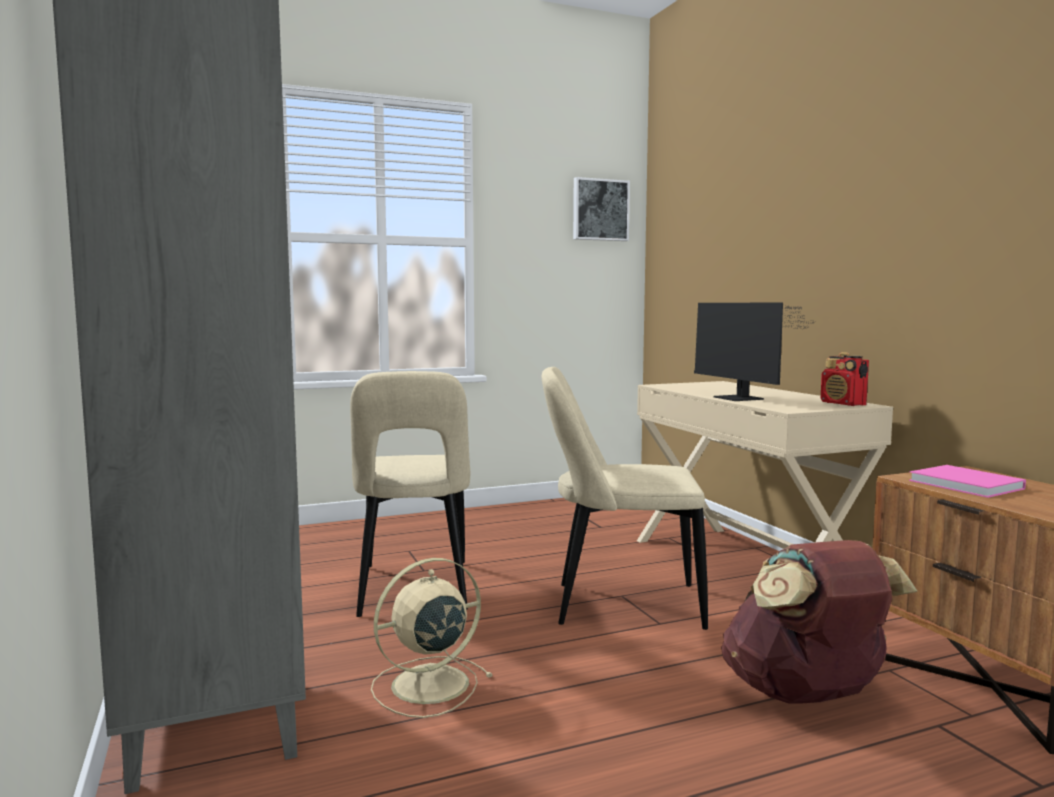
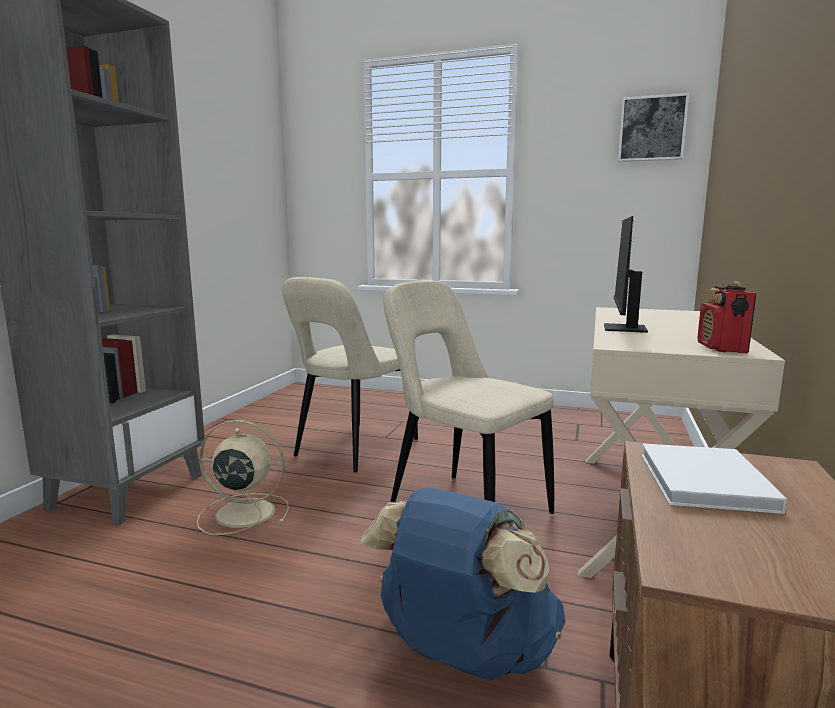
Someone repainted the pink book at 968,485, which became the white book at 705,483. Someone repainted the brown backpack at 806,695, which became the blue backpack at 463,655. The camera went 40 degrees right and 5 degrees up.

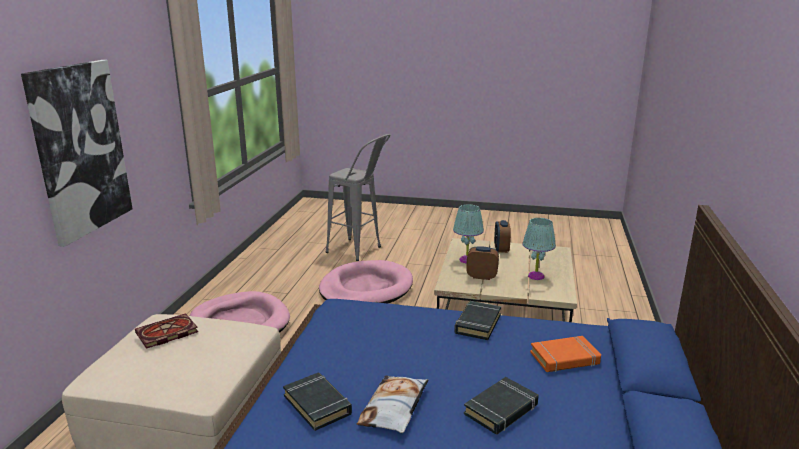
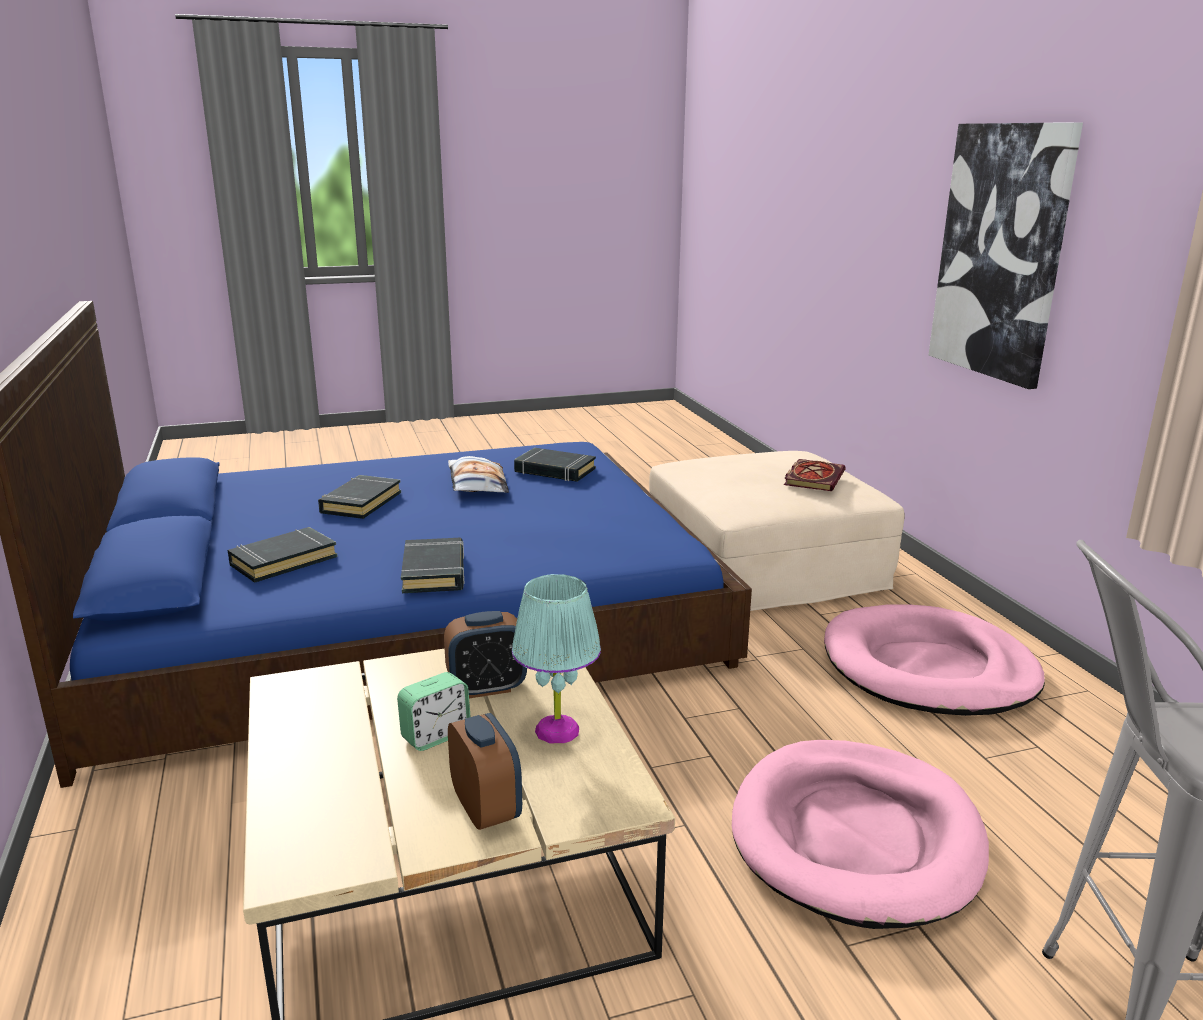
Someone took away the turquoise table lamp at 536,276. Someone repainted the orange book at 565,358, which became the black book at 283,561. Someone put down the alarm clock at 436,736. The camera went 150 degrees right and 0 degrees up.

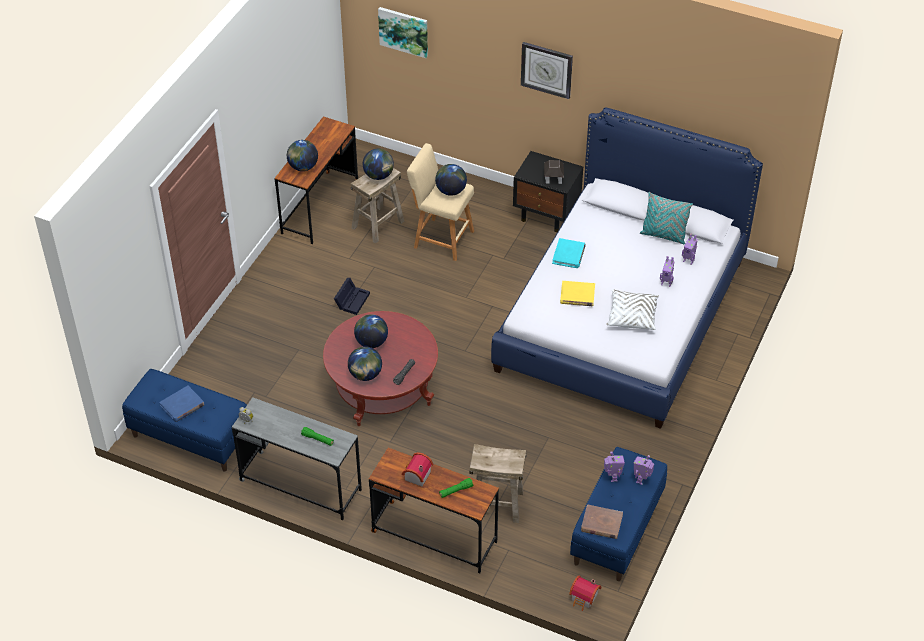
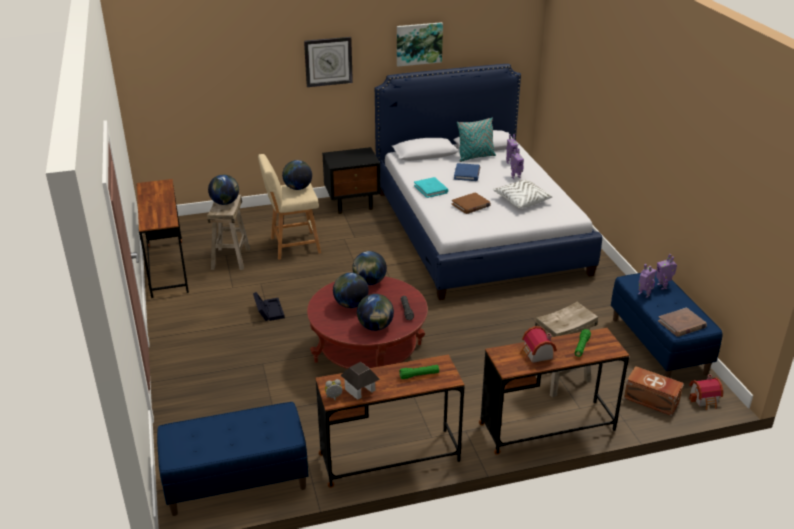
Someone carried the picture from 404,31 to 419,43. Someone carried the globe from 303,167 to 369,282. Someone carried the toy house from 553,178 to 360,390. Someone repainted the yellow book at 577,295, which became the brown book at 471,205. Someone carried the blue book from 182,405 to 467,174. Someone repainted the grey desk at 300,485, which became the brown desk at 389,458. Someone put down the brown storage box at 651,400. The camera went 40 degrees left and 15 degrees down.

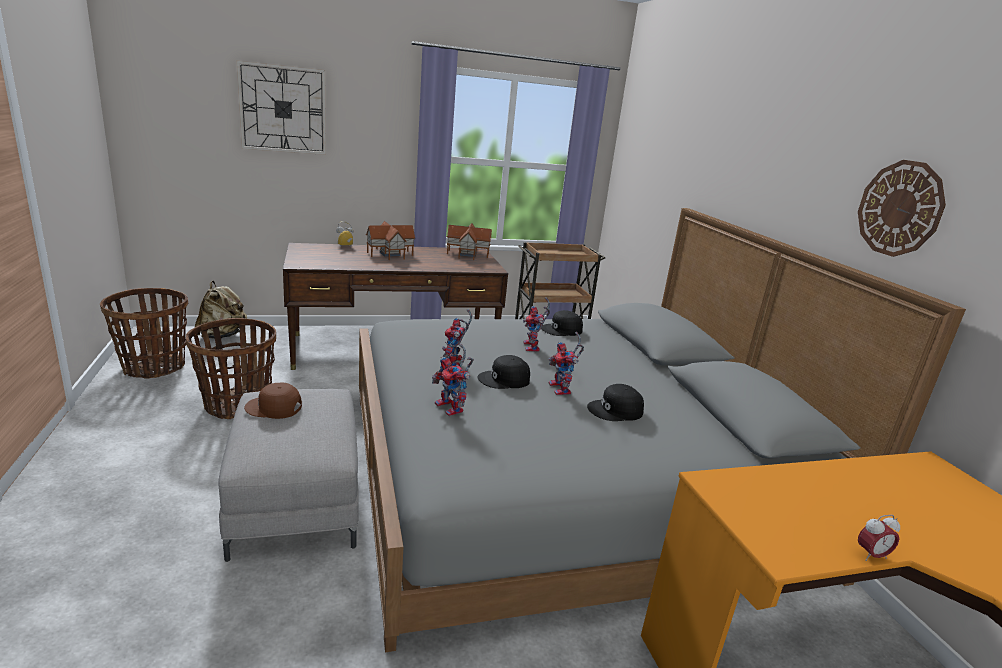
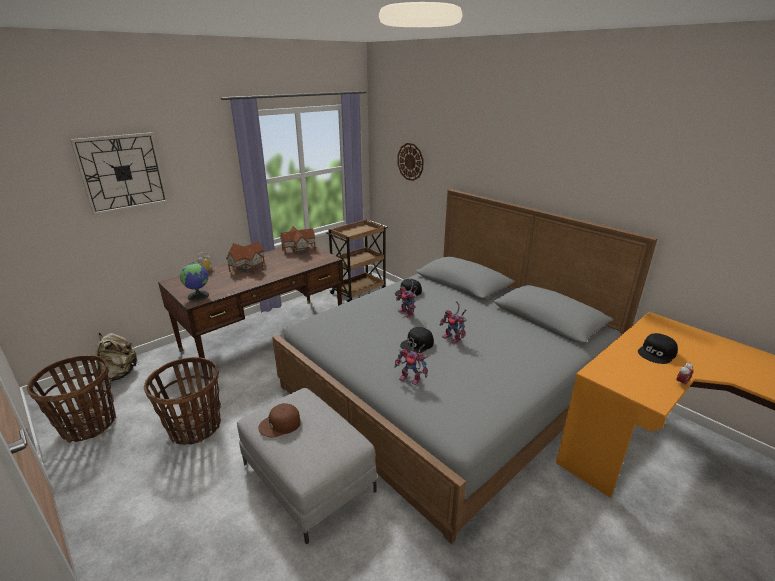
Someone carried the wall clock from 900,208 to 410,161. Someone took away the toy robot at 454,364. Someone carried the black cap from 615,410 to 657,353. Someone put down the globe at 199,296. The camera went 25 degrees left and 5 degrees up.

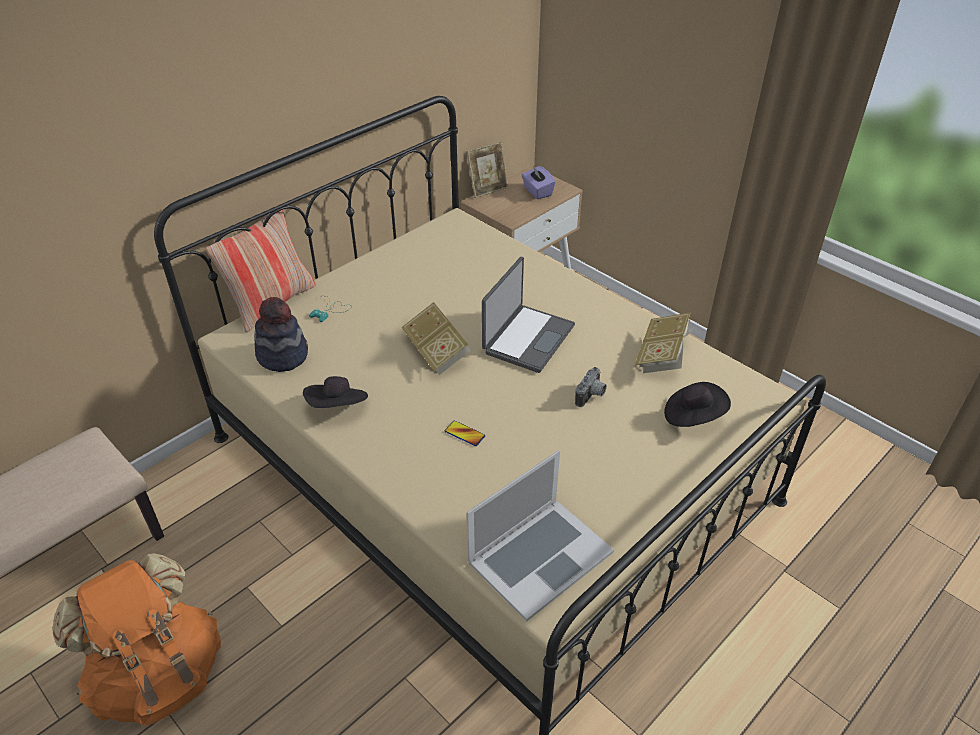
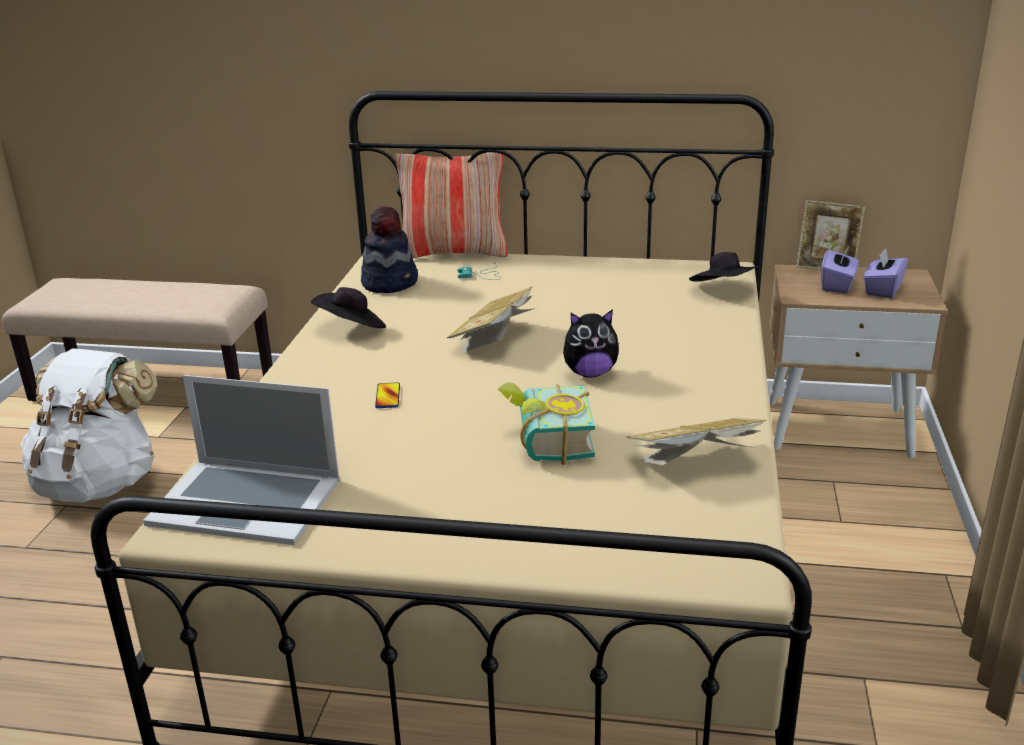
Someone swapped the laptop at 527,339 for the plush toy at 590,373. Someone swapped the photo camera at 591,396 for the book at 546,443. Someone carried the black hat from 693,416 to 723,290. Someone repainted the orange backpack at 159,674, which became the white backpack at 100,483. Someone put down the purple tissue box at 837,285. The camera went 55 degrees right and 15 degrees down.

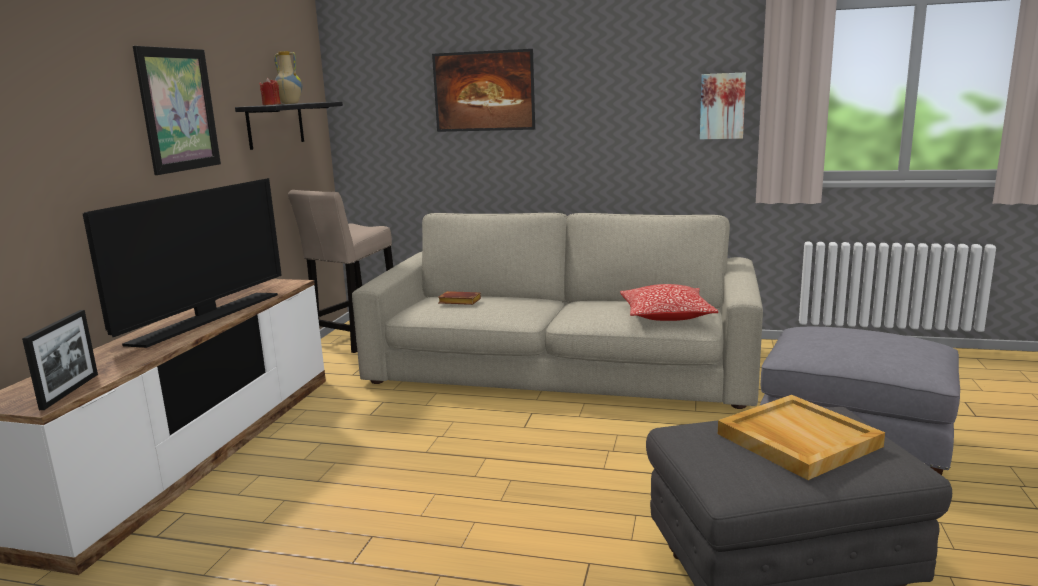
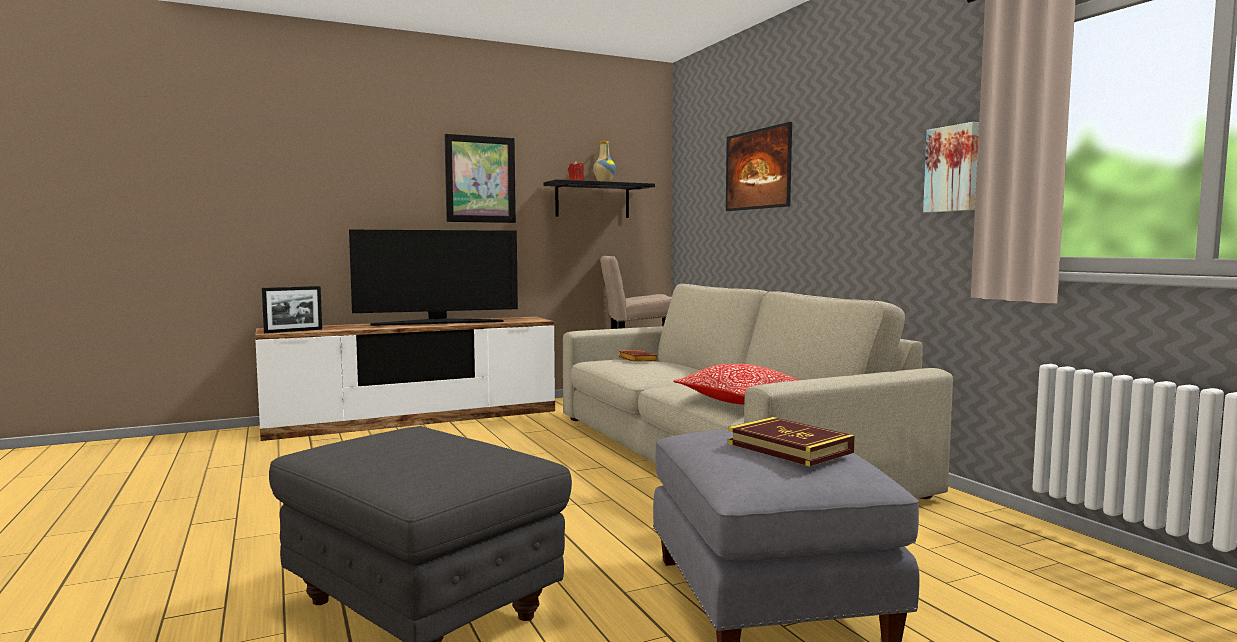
Someone took away the beige tray at 796,440. Someone put down the book at 789,448. The camera went 50 degrees right and 10 degrees down.

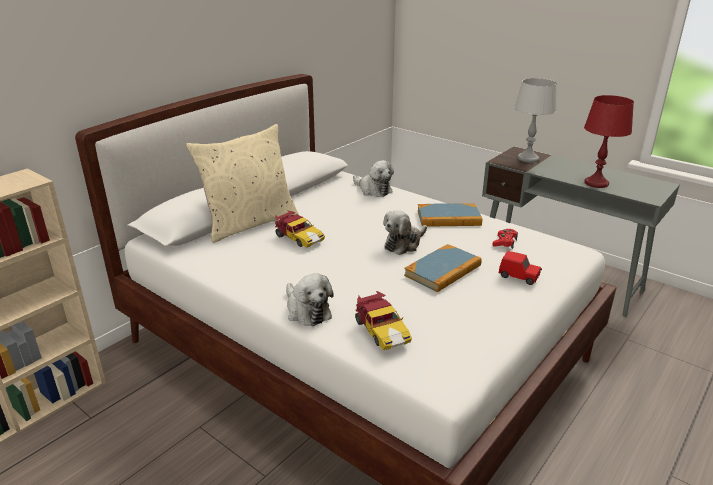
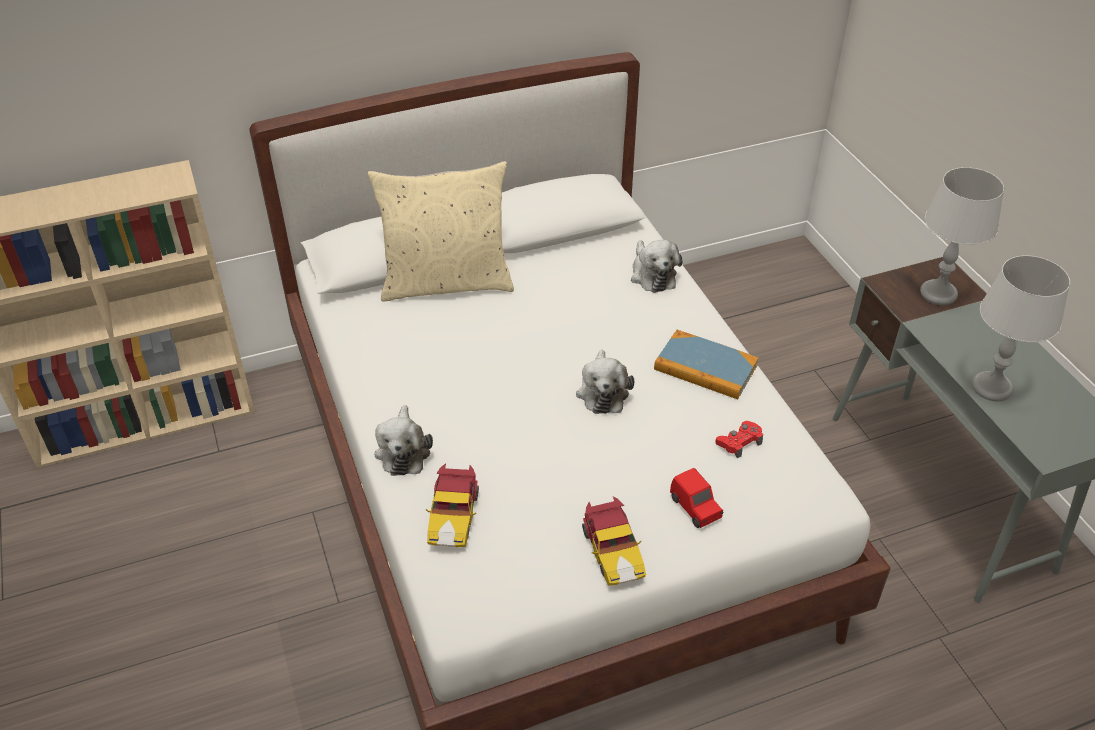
Someone repainted the red table lamp at 596,183, which became the grey table lamp at 992,388. Someone rotated the plush toy at 404,244 by 75 degrees counterclockwise. Someone carried the toy car from 298,238 to 612,551. Someone took away the book at 443,271. The camera went 30 degrees right and 15 degrees up.

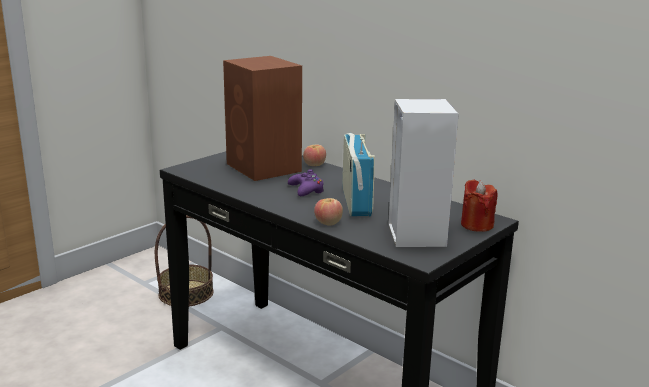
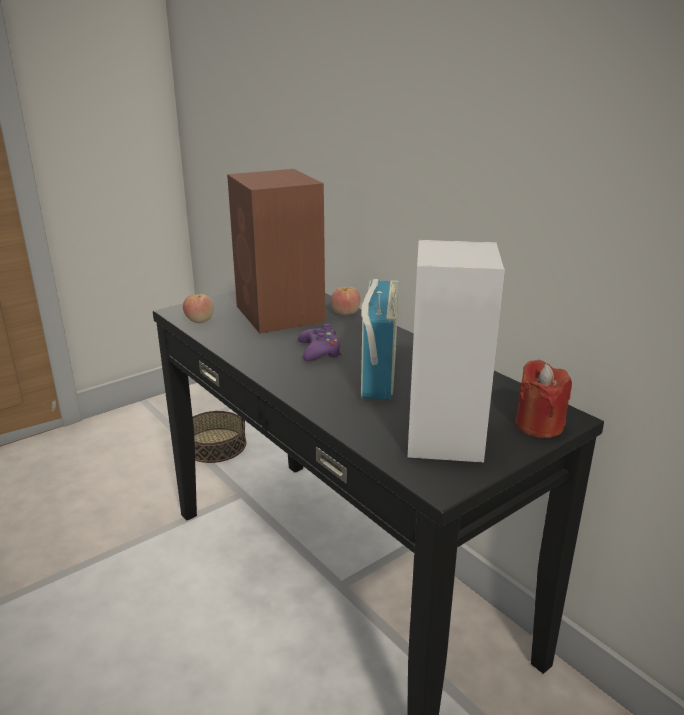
Someone carried the apple from 328,223 to 199,320. The camera went 10 degrees right and 5 degrees up.

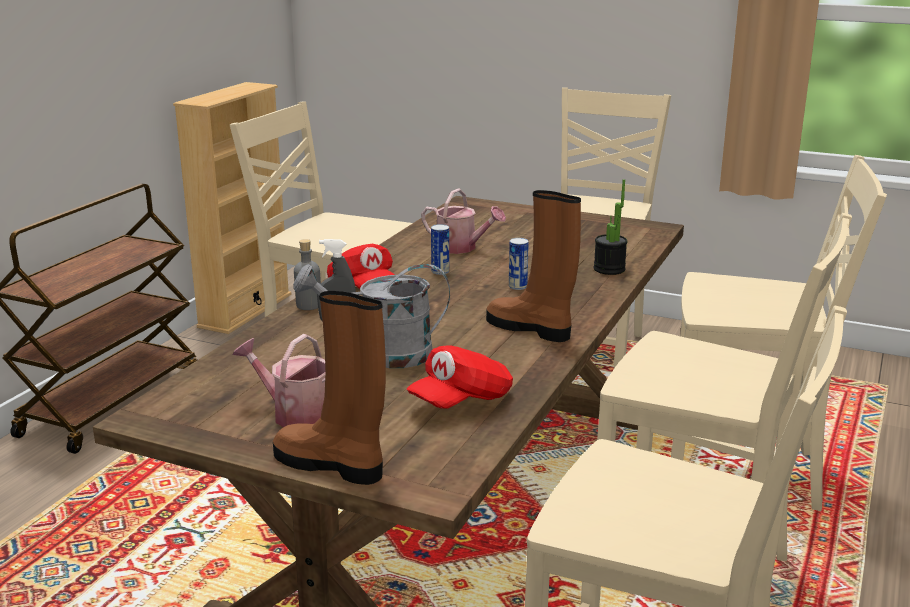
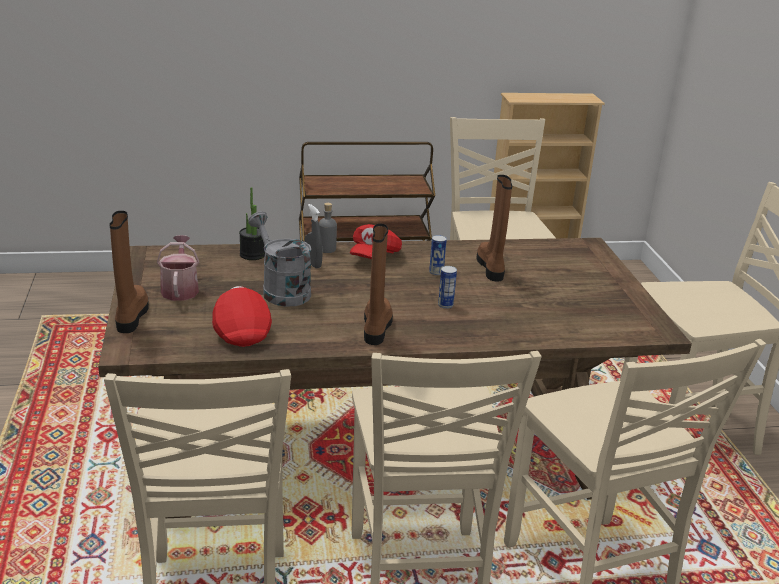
Someone carried the potted plant from 609,269 to 252,255. Someone swapped the watering can at 461,248 for the brown boot at 491,267. Someone rotated the red cap at 461,401 by 60 degrees clockwise. The camera went 55 degrees right and 5 degrees up.

